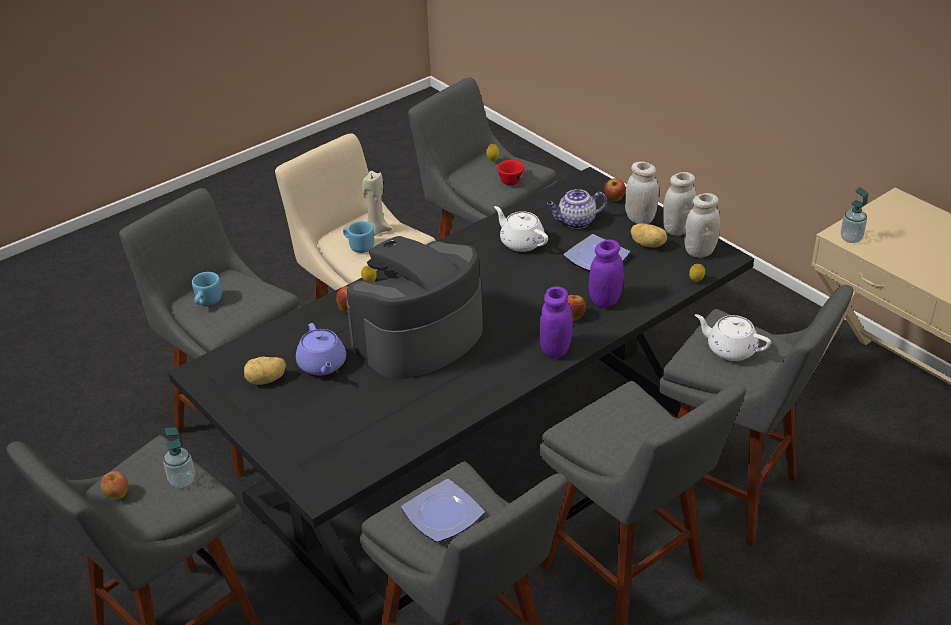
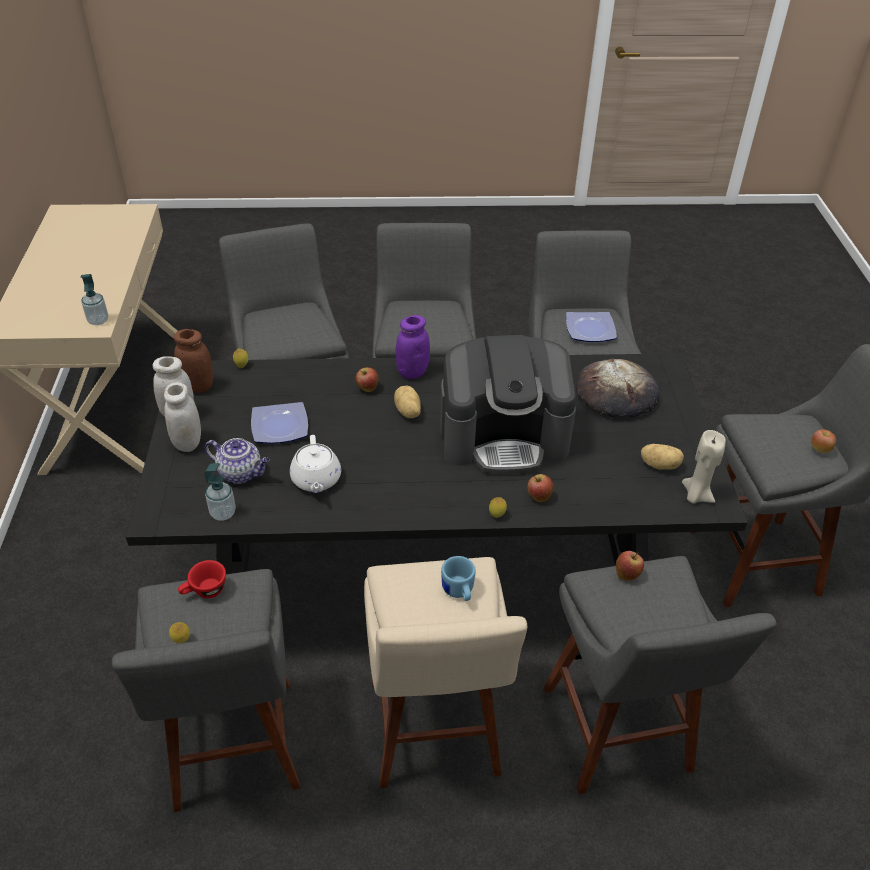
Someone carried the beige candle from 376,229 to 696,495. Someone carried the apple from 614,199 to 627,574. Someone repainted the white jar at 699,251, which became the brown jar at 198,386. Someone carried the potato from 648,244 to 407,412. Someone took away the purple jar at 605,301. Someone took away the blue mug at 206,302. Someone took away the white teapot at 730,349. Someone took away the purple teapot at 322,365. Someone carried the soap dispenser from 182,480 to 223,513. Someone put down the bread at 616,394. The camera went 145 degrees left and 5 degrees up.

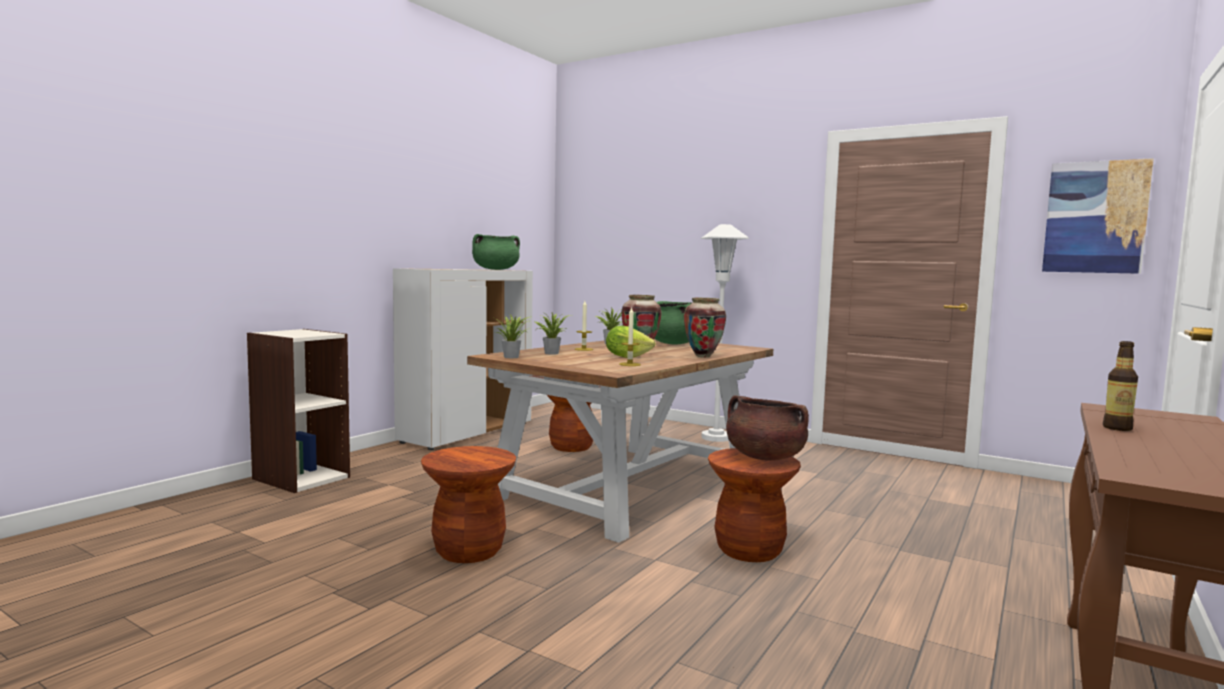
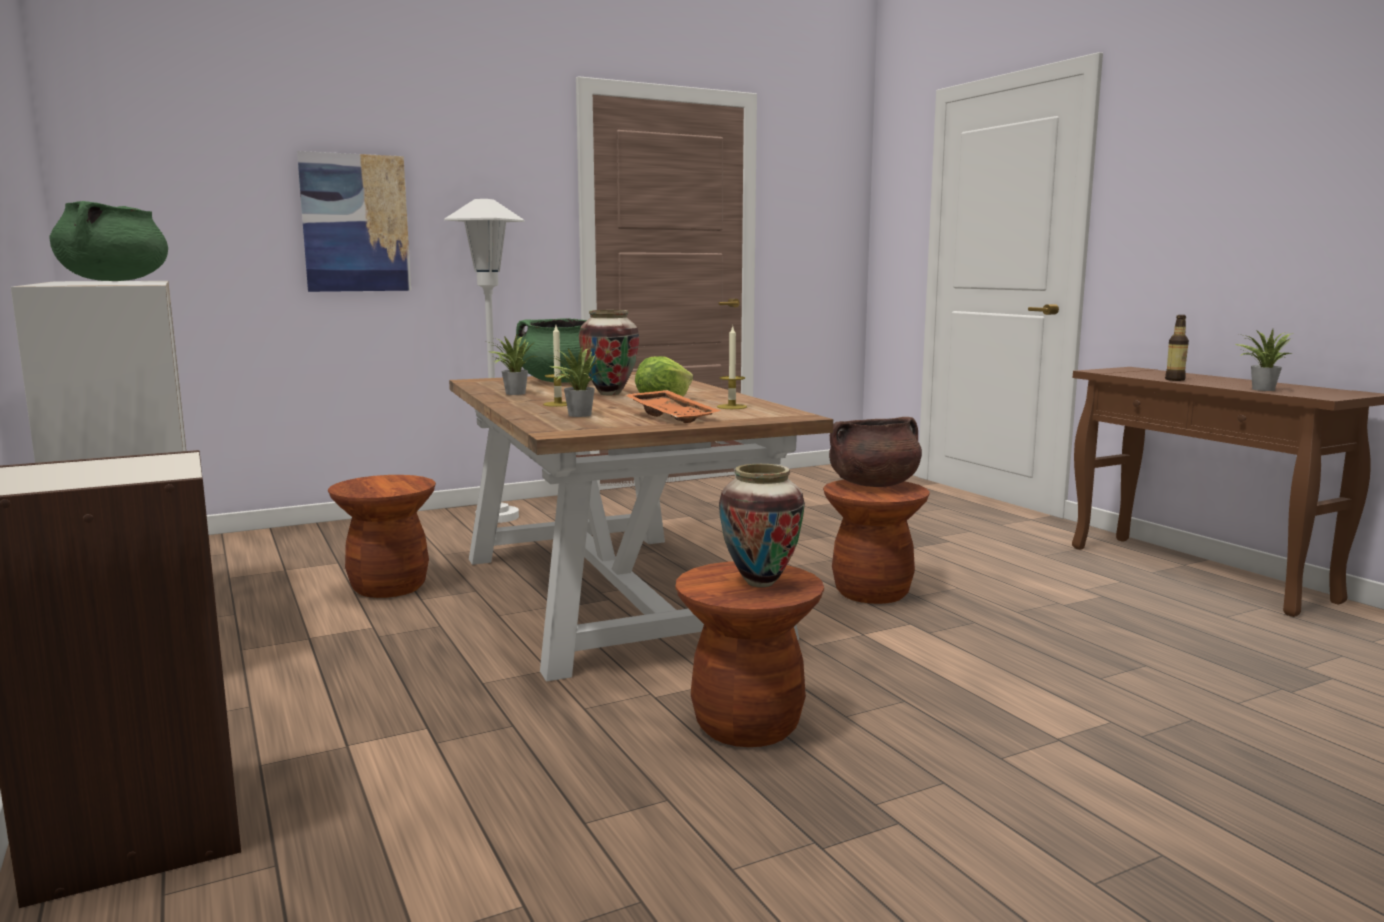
Someone carried the picture from 1095,217 to 355,223. Someone carried the vase from 703,356 to 760,583. Someone carried the potted plant from 512,357 to 1260,389. Someone put down the orange tray at 673,416. The camera went 60 degrees left and 5 degrees up.

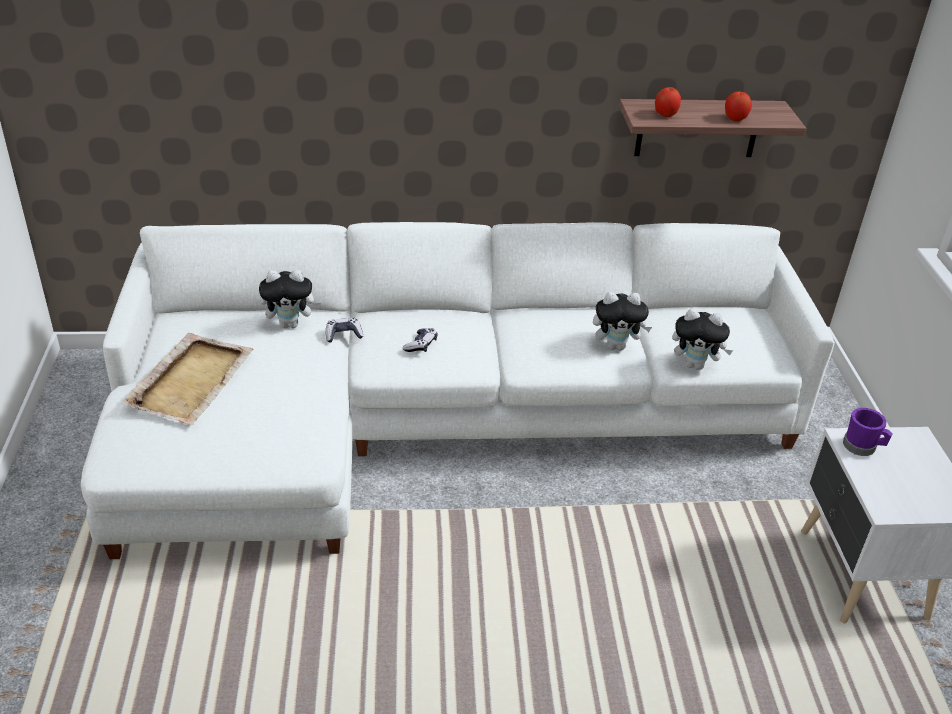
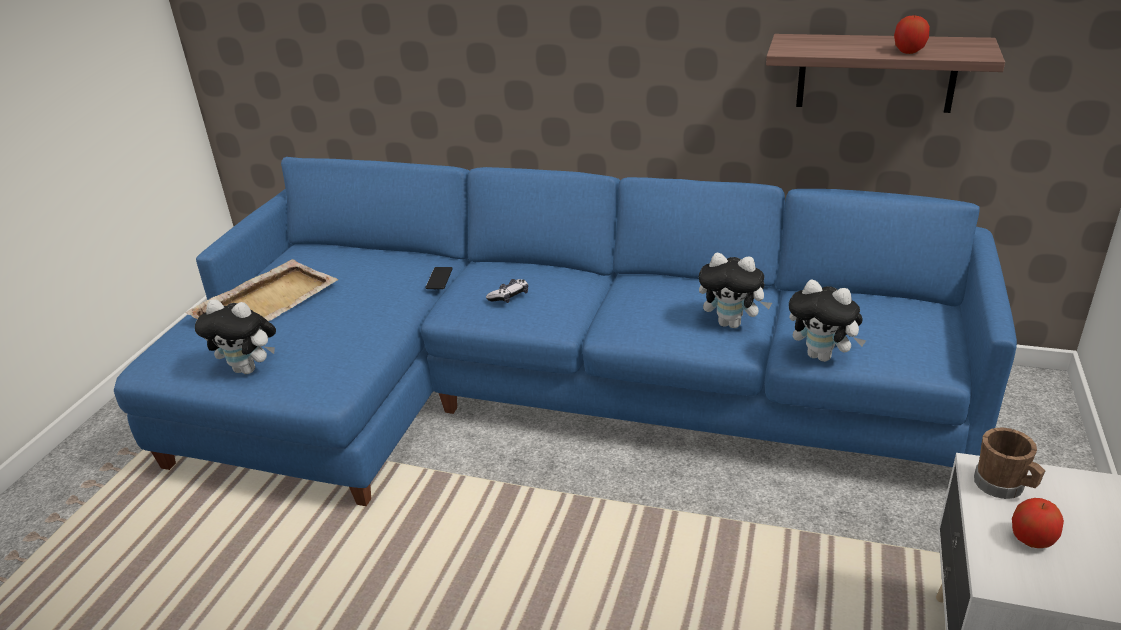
Someone carried the apple from 665,114 to 1032,539. Someone repainted the white sofa at 430,421, which became the blue sofa at 537,390. Someone carried the plush toy from 290,324 to 249,369. Someone swapped the game controller at 343,335 for the phone at 439,279. Someone repainted the purple mug at 862,447, which became the brown mug at 1003,486. The camera went 25 degrees right and 5 degrees down.

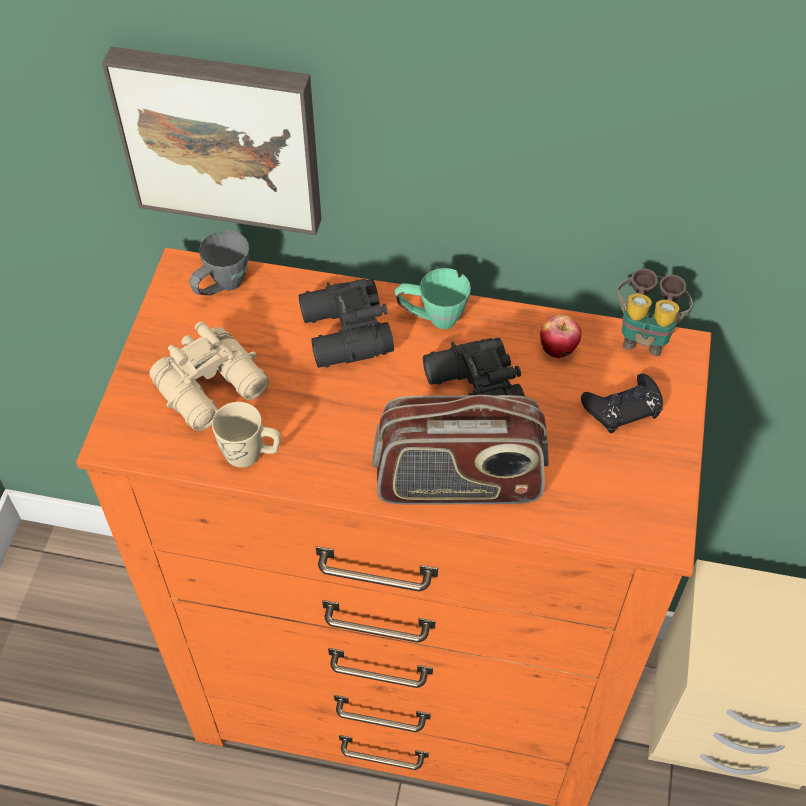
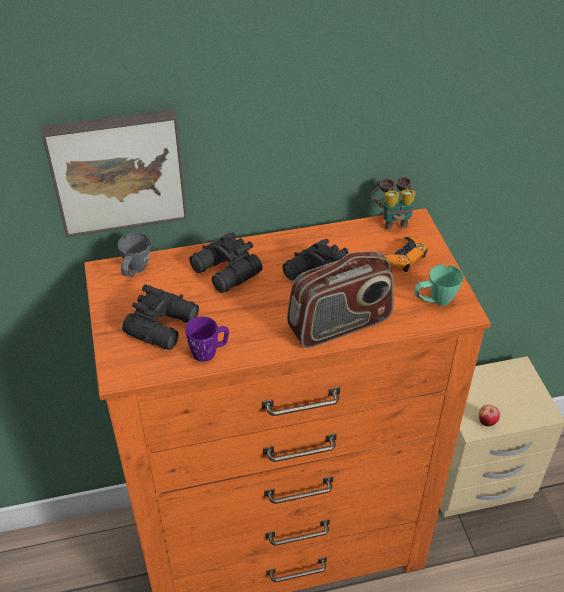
Someone carried the green mug from 431,319 to 434,302. Someone carried the apple from 558,349 to 487,422. Someone repainted the beige binoculars at 214,388, which became the black binoculars at 164,325. Someone repainted the black game controller at 622,407, which became the orange game controller at 404,257. Someone repainted the beige mug at 251,454, which became the purple mug at 209,351. The camera went 25 degrees left and 10 degrees down.

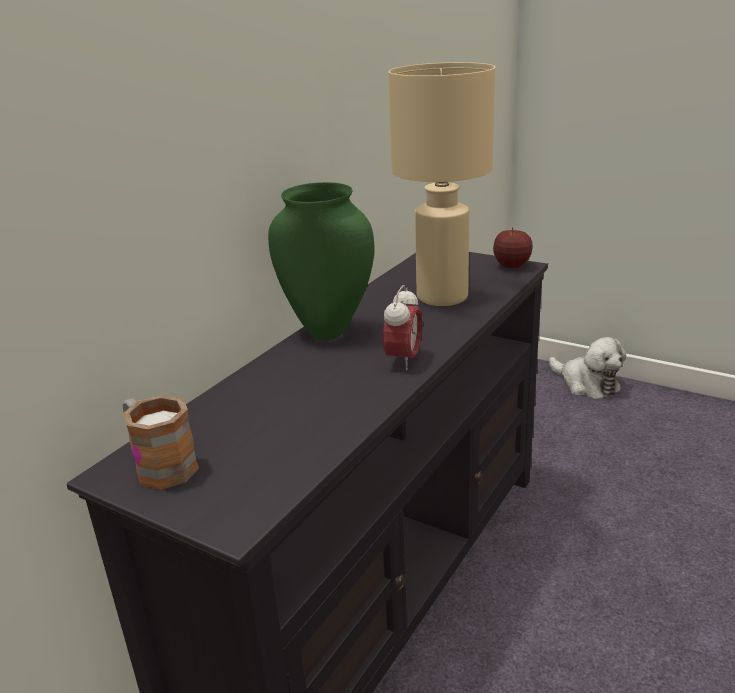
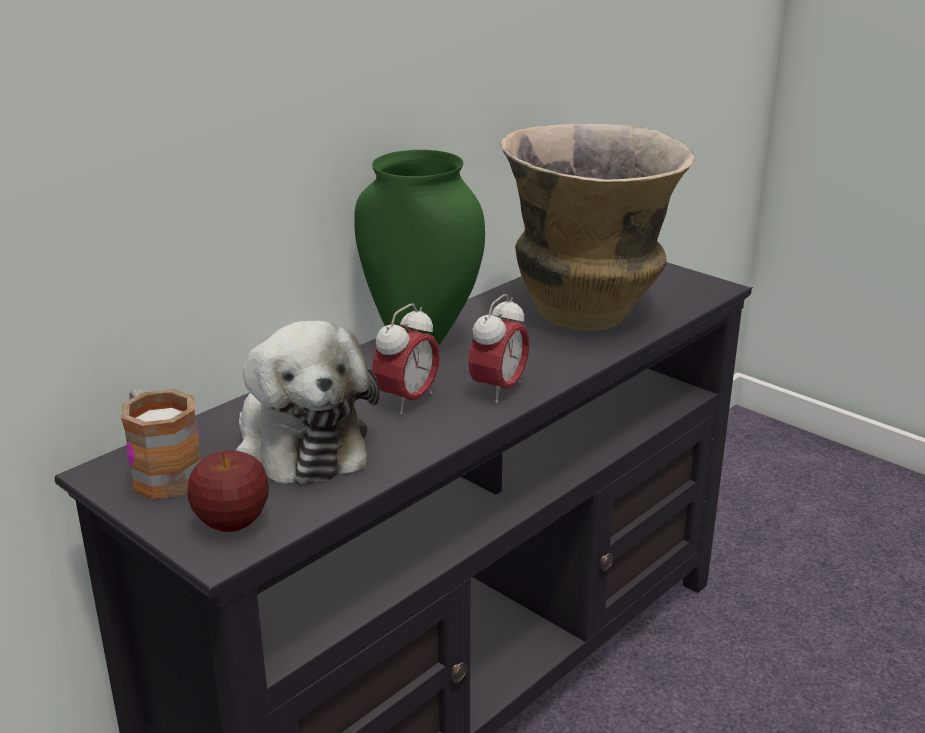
Someone swapped the beige table lamp at 443,296 for the vase at 588,315. Someone carried the apple from 511,265 to 232,522. Someone carried the plush toy from 586,384 to 299,442. Someone put down the alarm clock at 407,401. The camera went 10 degrees right and 0 degrees up.

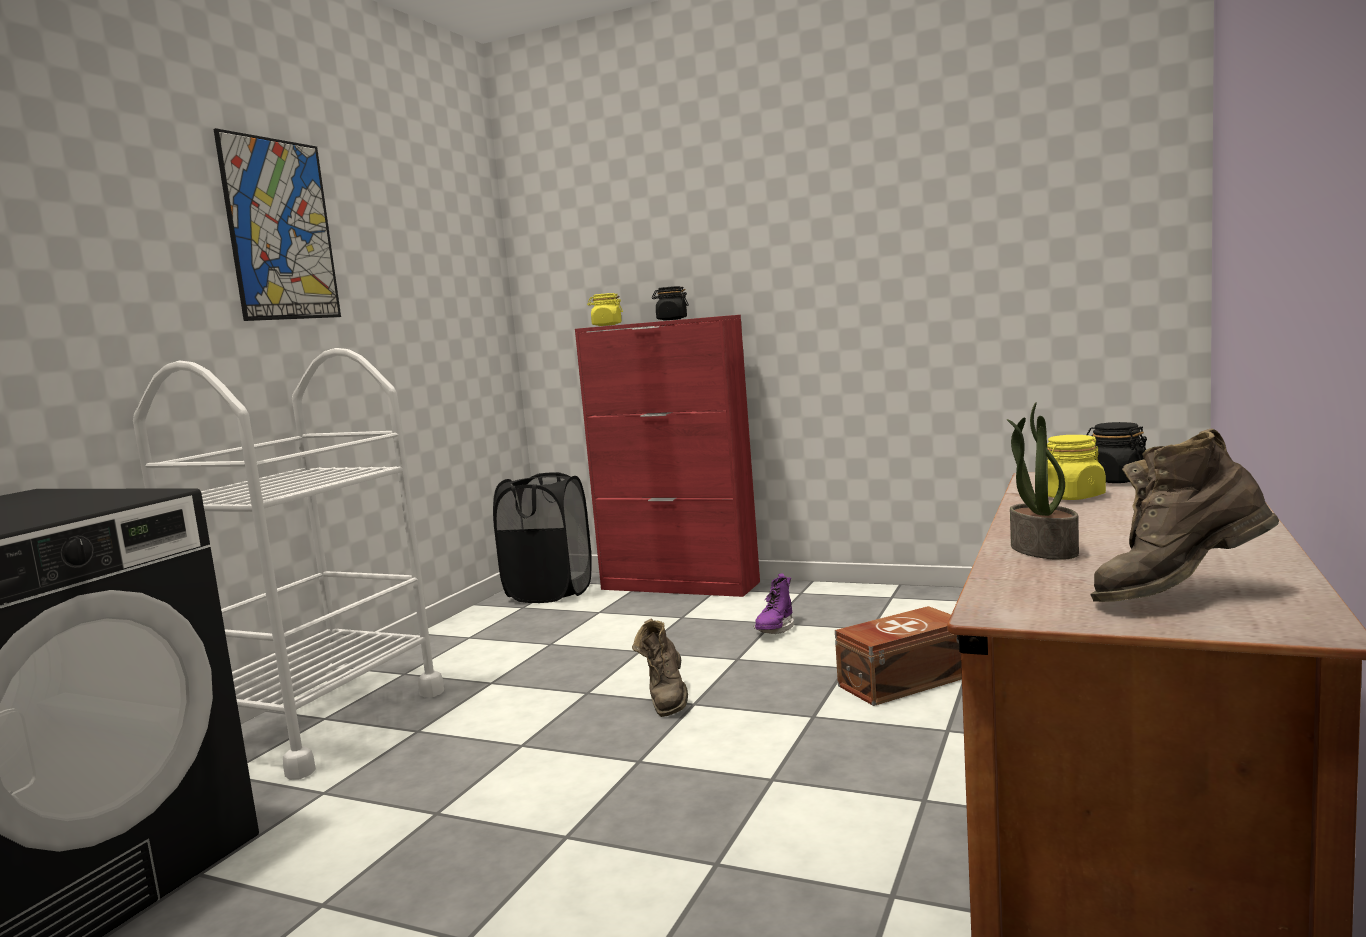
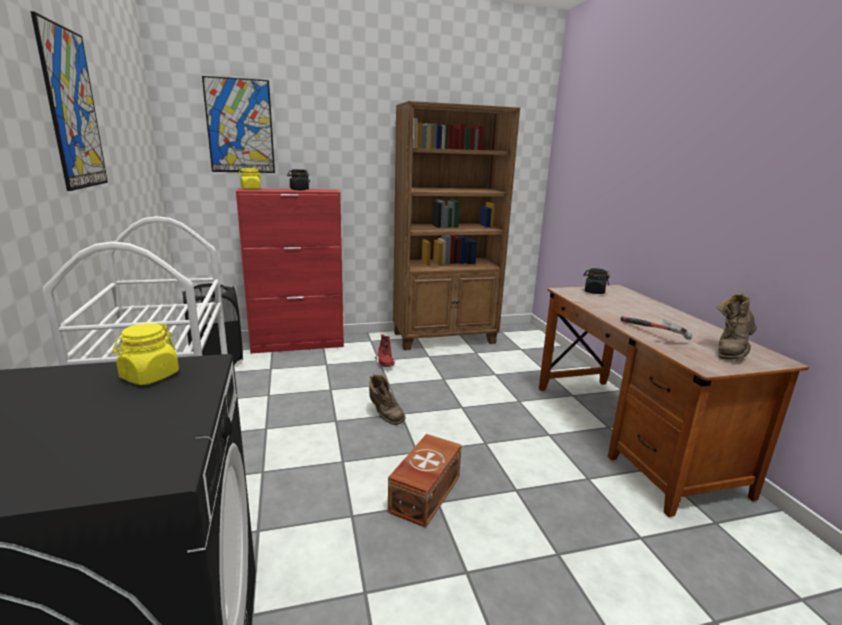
Someone swapped the potted plant at 1041,550 for the hammer at 652,334. Someone carried the yellow jar from 1071,496 to 150,376. Someone repainted the purple boot at 775,629, which became the red boot at 385,364. Someone carried the brown storage box from 901,681 to 423,494. Someone put up the picture at 240,126. Someone put down the brown bookcase at 445,338. The camera went 40 degrees left and 10 degrees up.

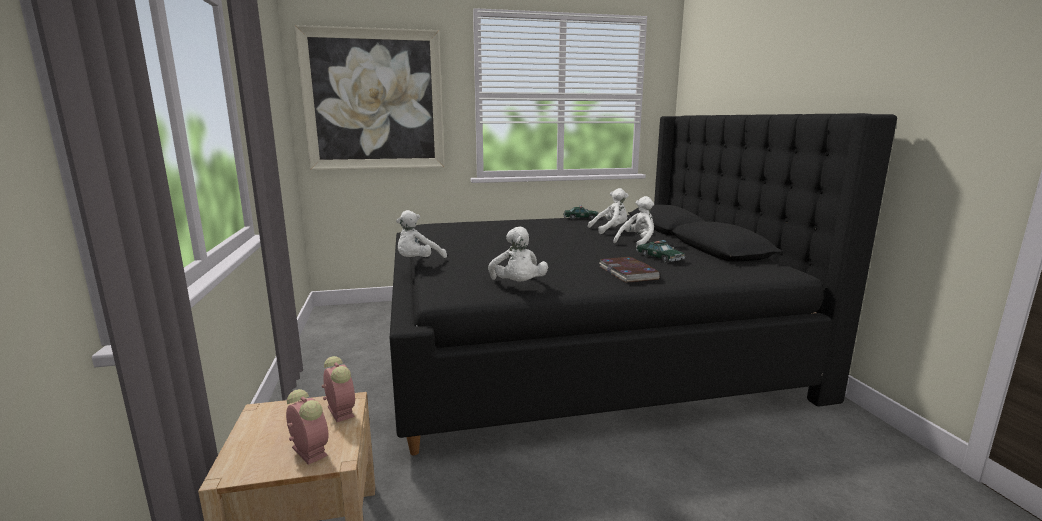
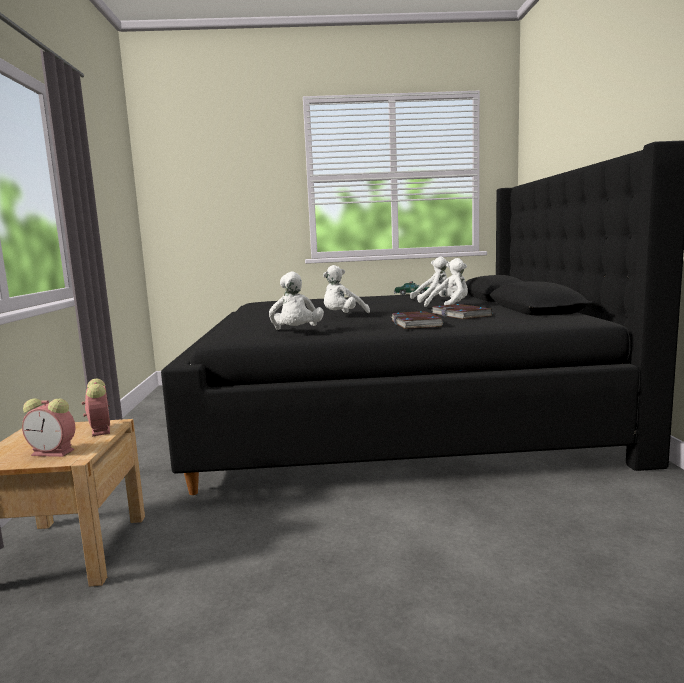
Someone took away the picture at 374,100. Someone carried the white plush toy from 418,262 to 342,316. Someone swapped the toy car at 659,258 for the book at 461,315. Someone rotated the alarm clock at 308,451 by 135 degrees clockwise. The camera went 10 degrees right and 5 degrees down.

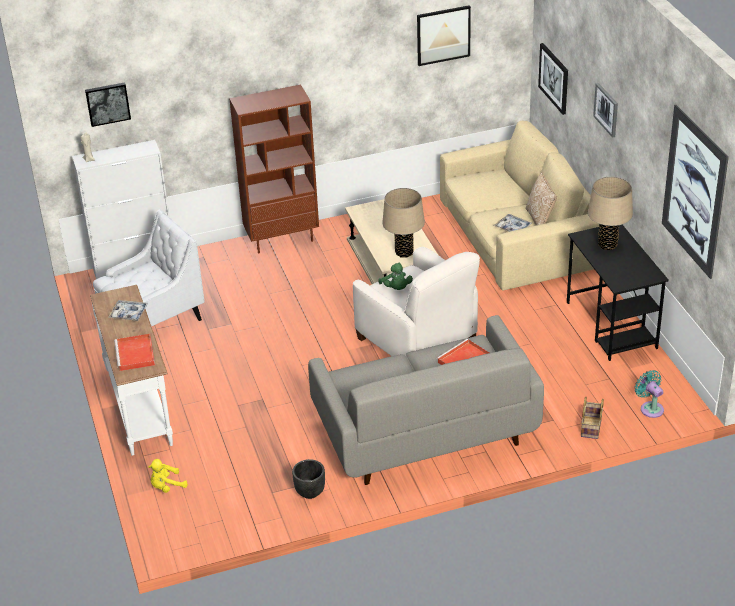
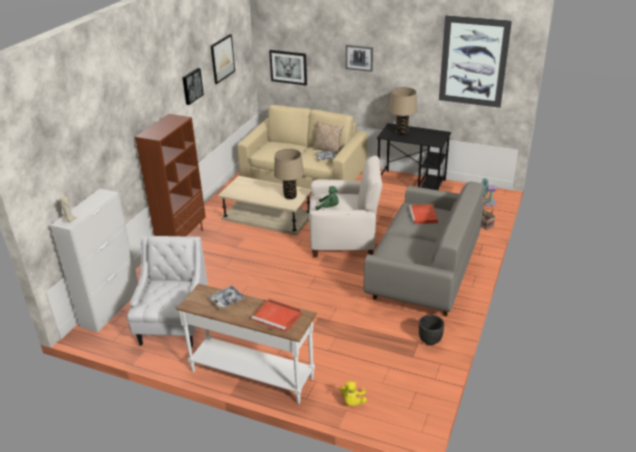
Someone carried the picture from 107,103 to 191,86. The camera went 50 degrees left and 5 degrees down.

